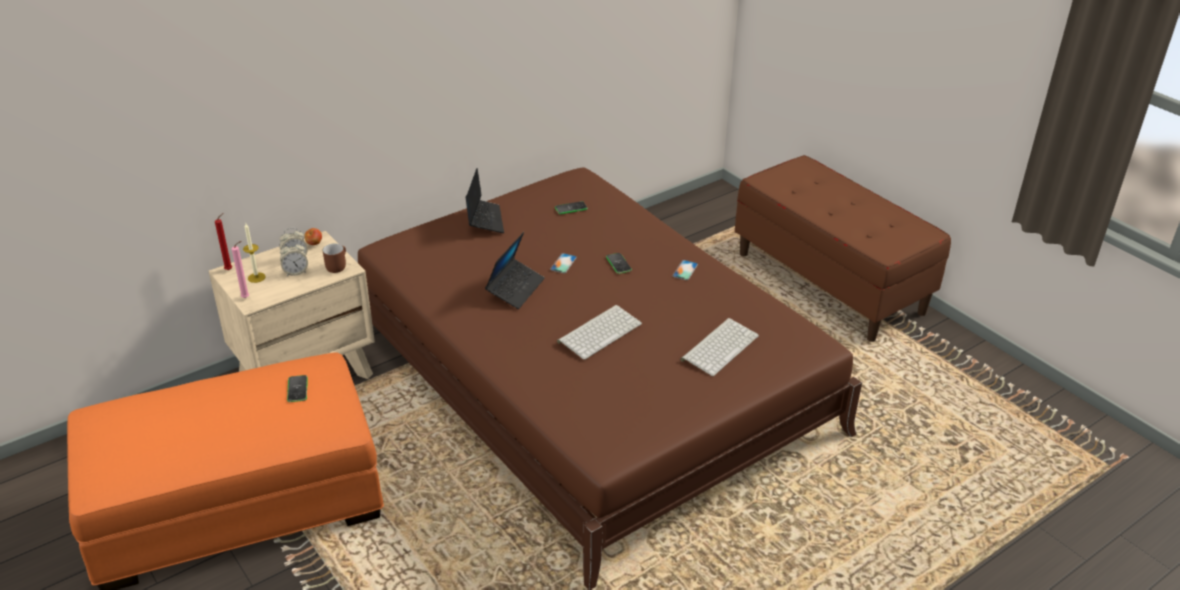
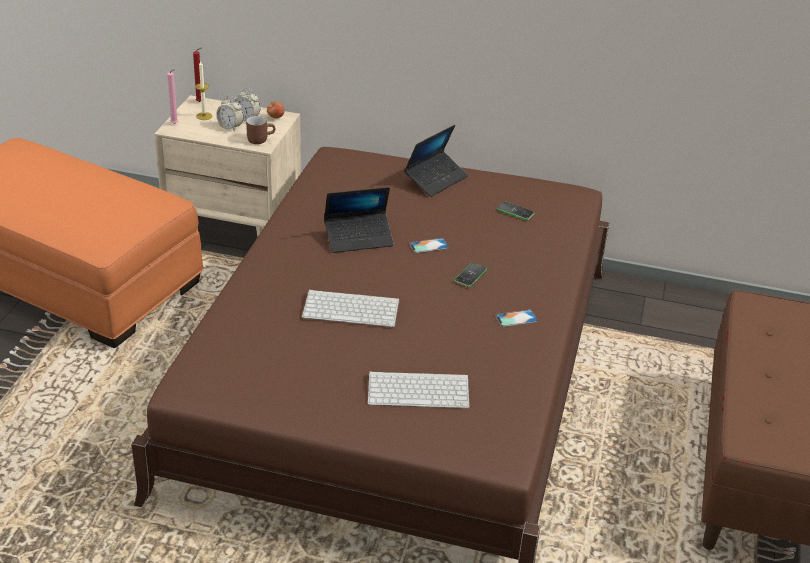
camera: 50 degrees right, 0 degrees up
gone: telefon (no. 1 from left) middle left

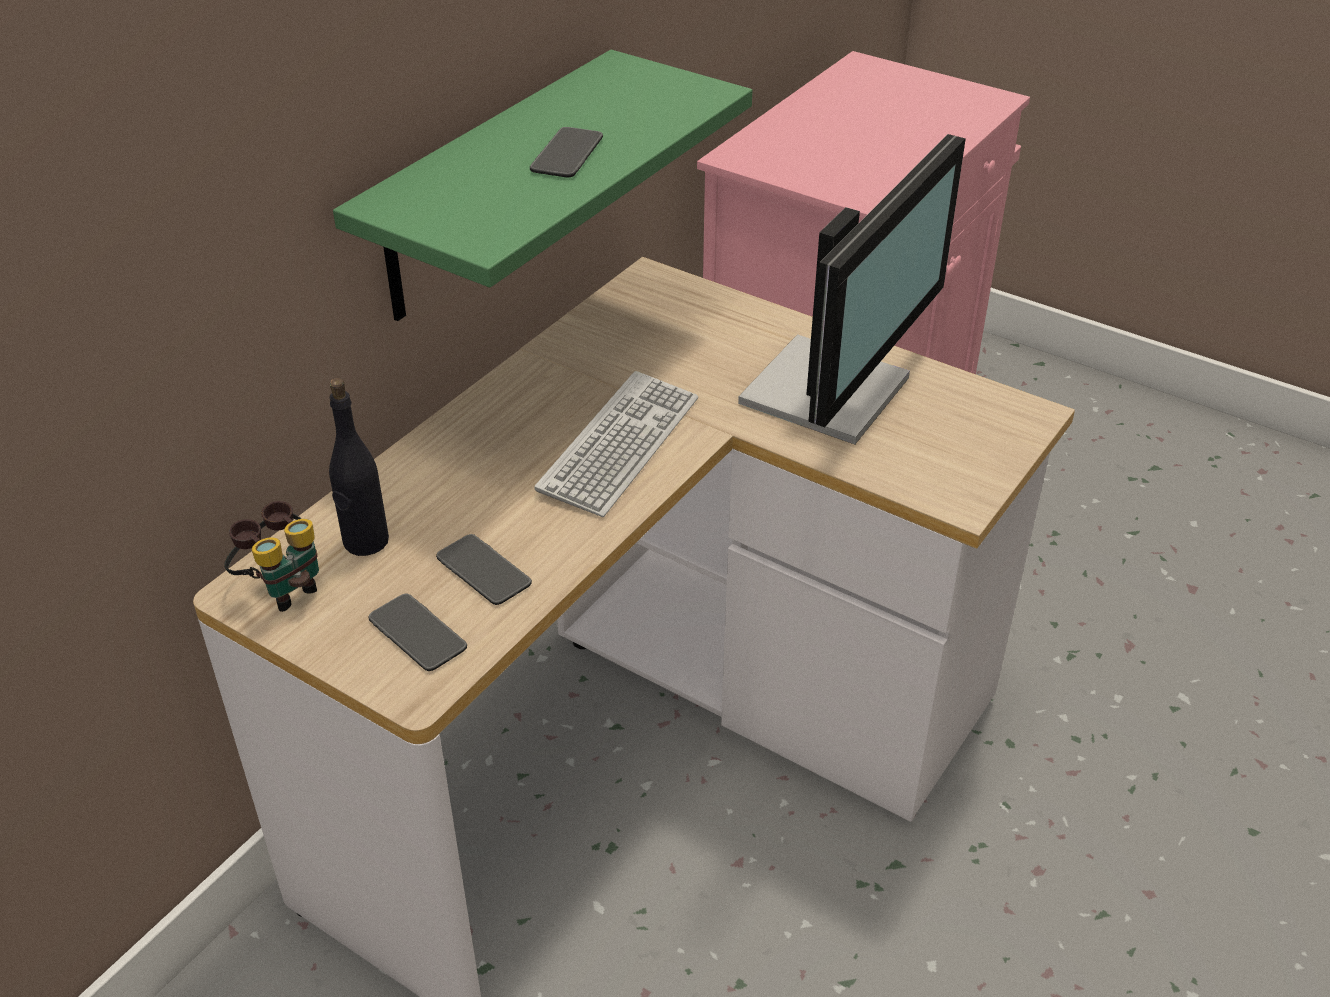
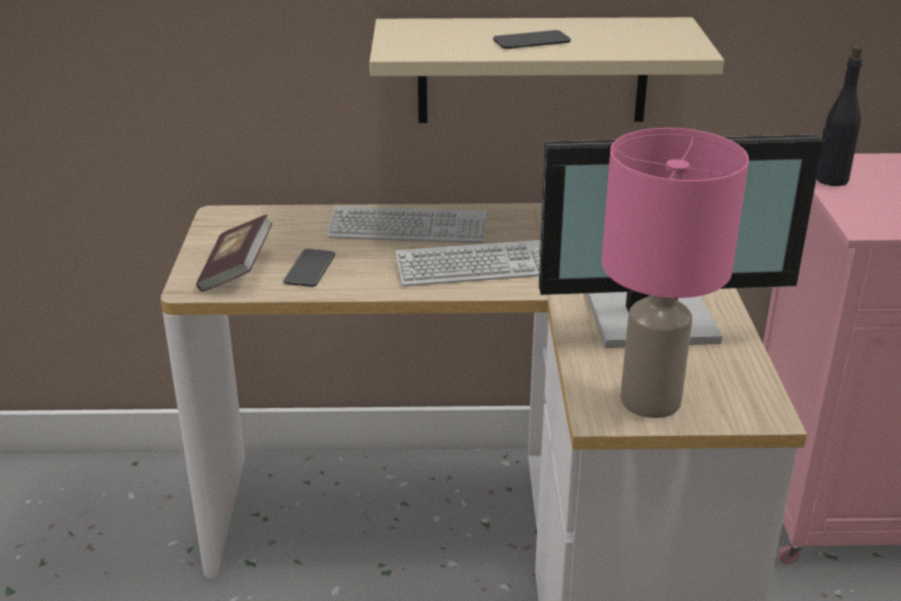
camera: 55 degrees right, 10 degrees down
gone: lornetka middle left
new: lampa stołowa (różowy) middle right; klawiatura (no. 1 from left) centre
shifted: butelka (czarny) middle left to top right
swapped: telefon (no. 1 from left) middle left to książka middle left
repainted: półka (zielony) top centre to półka (beżowy) top centre

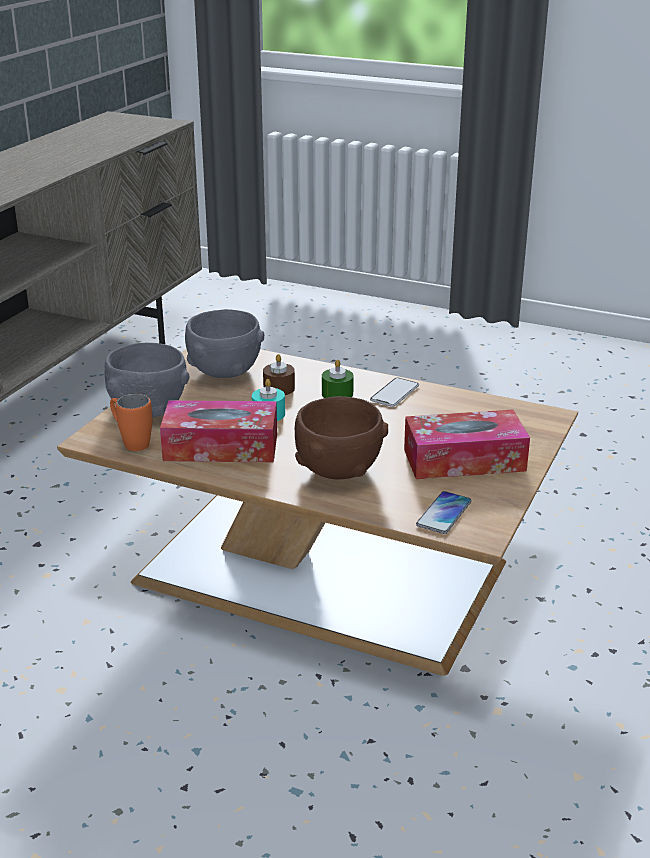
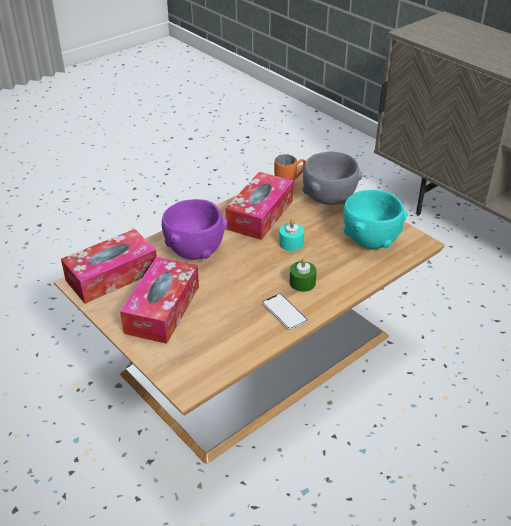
camera: 115 degrees right, 10 degrees up
gone: świeca (brązowy) centre
swapped: telefon (no. 2 from left) middle right to pudełko chusteczek (no. 1 from left) middle left
repainted: miska (szary) (no. 2 from left) centre to miska (turkusowy) middle right; miska (brązowy) centre to miska (fioletowy) centre

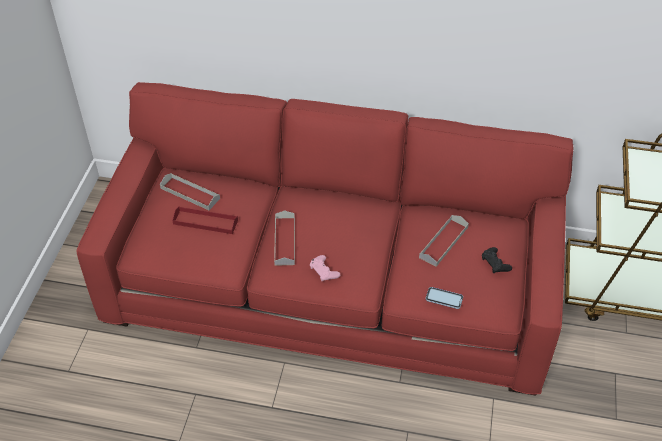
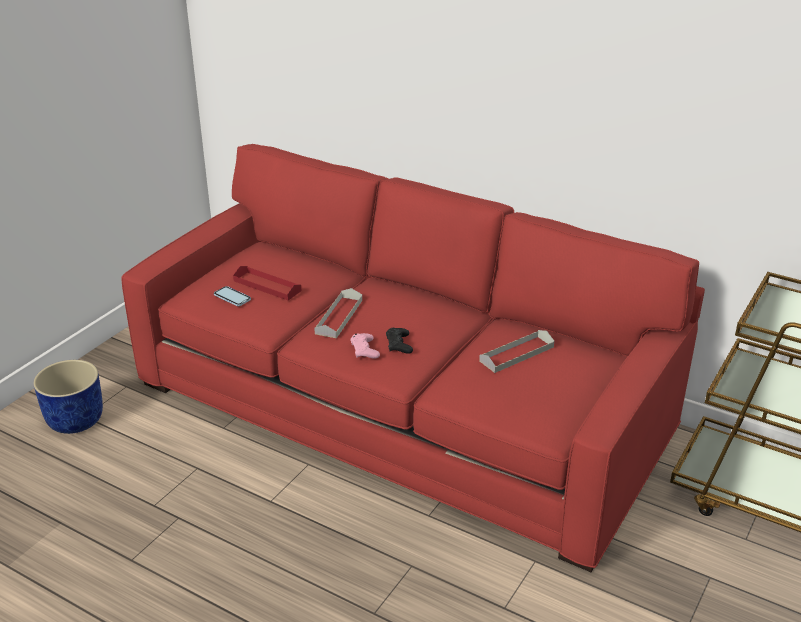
camera: 20 degrees right, 15 degrees down
gone: taca (szary) (no. 1 from left) middle left
new: donica (niebieski) middle left
shifted: pad do gier (czarny) middle right to centre; telefon bottom right to middle left

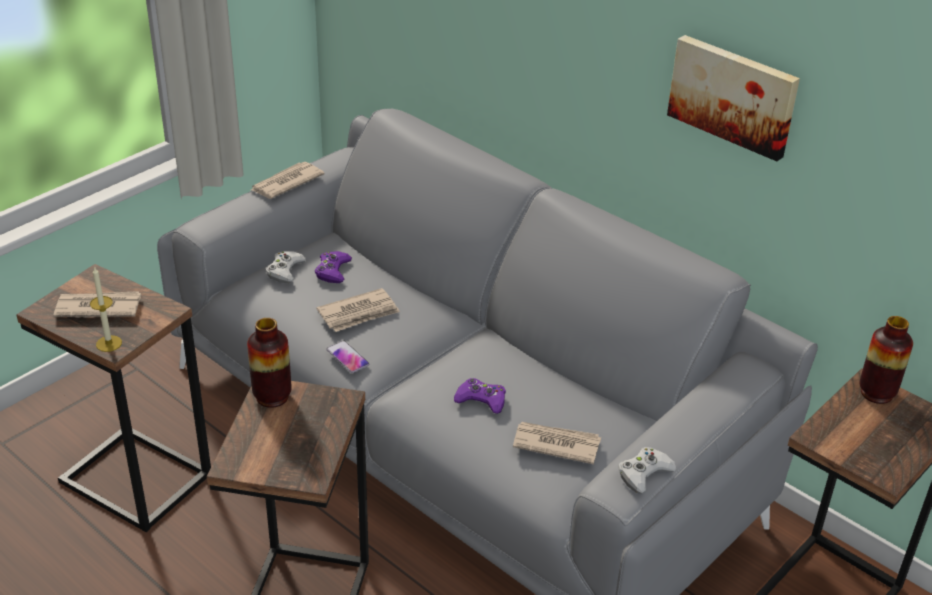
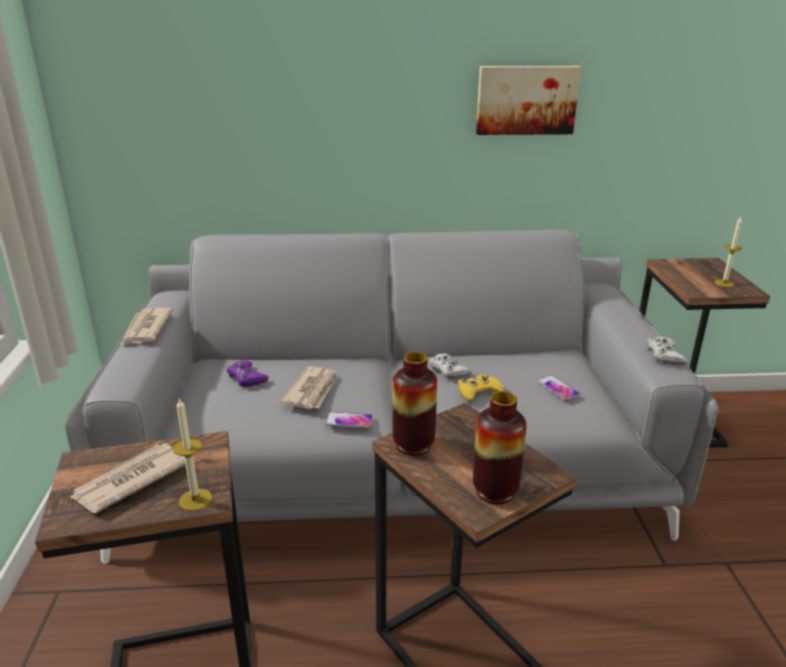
camera: 45 degrees left, 10 degrees down
new: świeca (no. 2 from left) middle right
shifted: pad do gier (biały) (no. 1 from left) middle left to centre; wazon (no. 2 from left) middle right to bottom centre
swapped: gazeta (no. 4 from left) bottom centre to telefon (no. 2 from left) middle right
repainted: pad do gier (fioletowy) (no. 2 from left) centre to pad do gier (żółty) centre

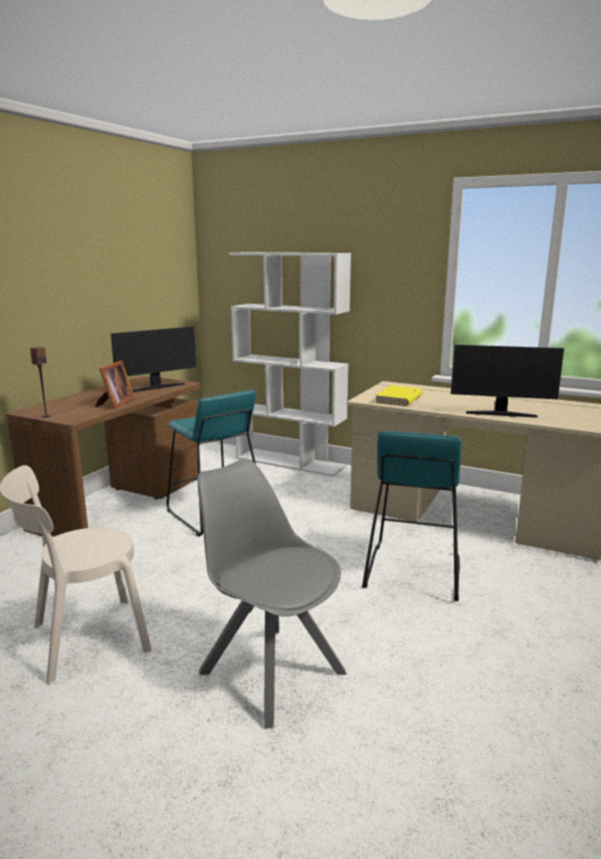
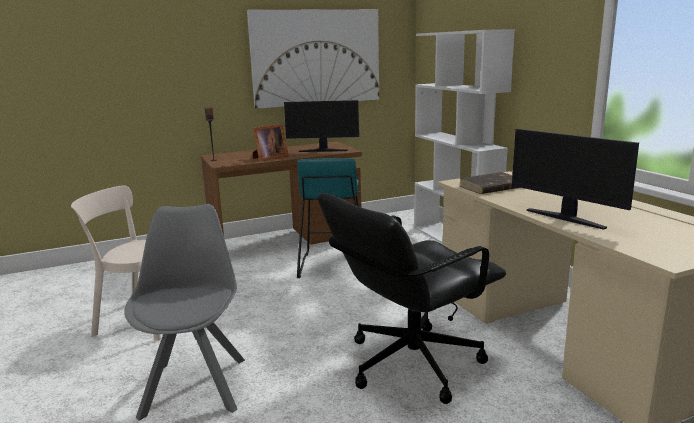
camera: 40 degrees right, 0 degrees up
new: obraz top centre
swapped: stołek (turkusowy) (no. 2 from left) middle right to krzesło biurowe (czarny) bottom centre
repainted: książka (żółty) centre to książka (brązowy) middle right

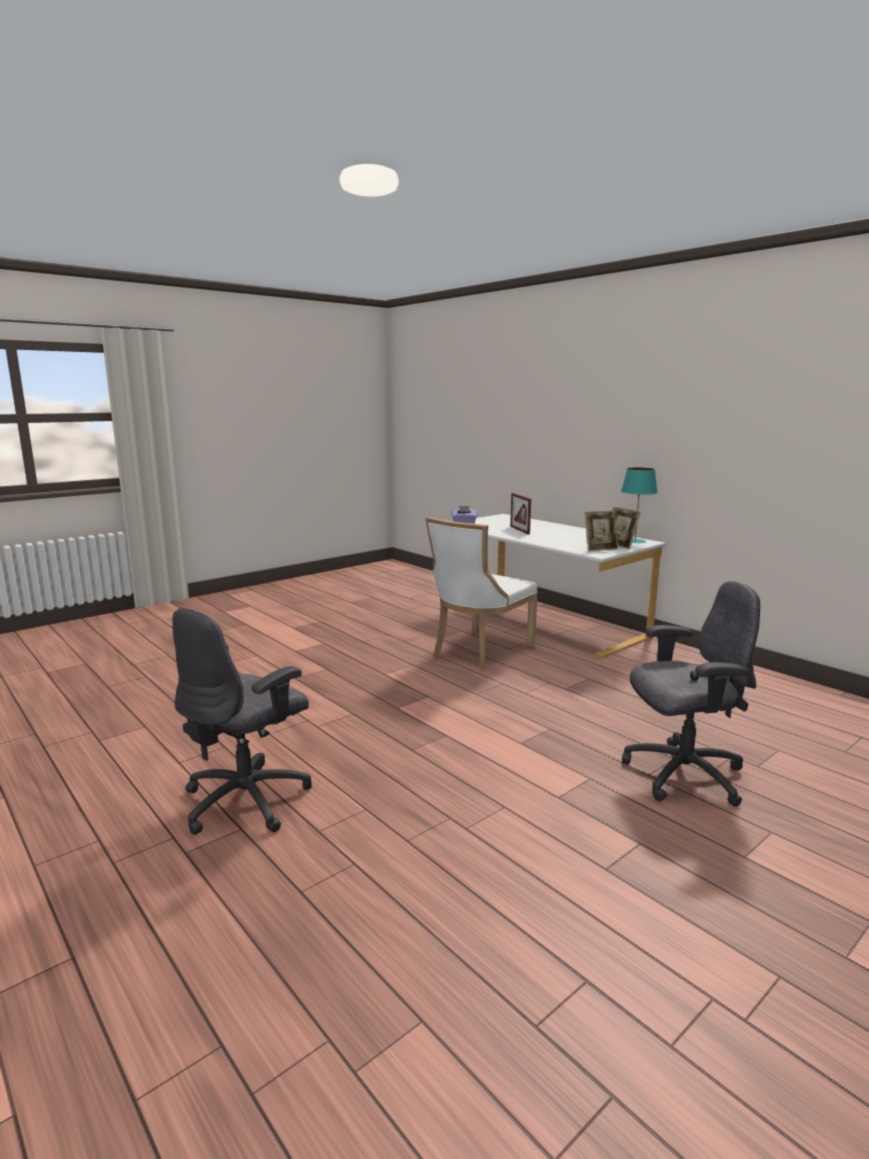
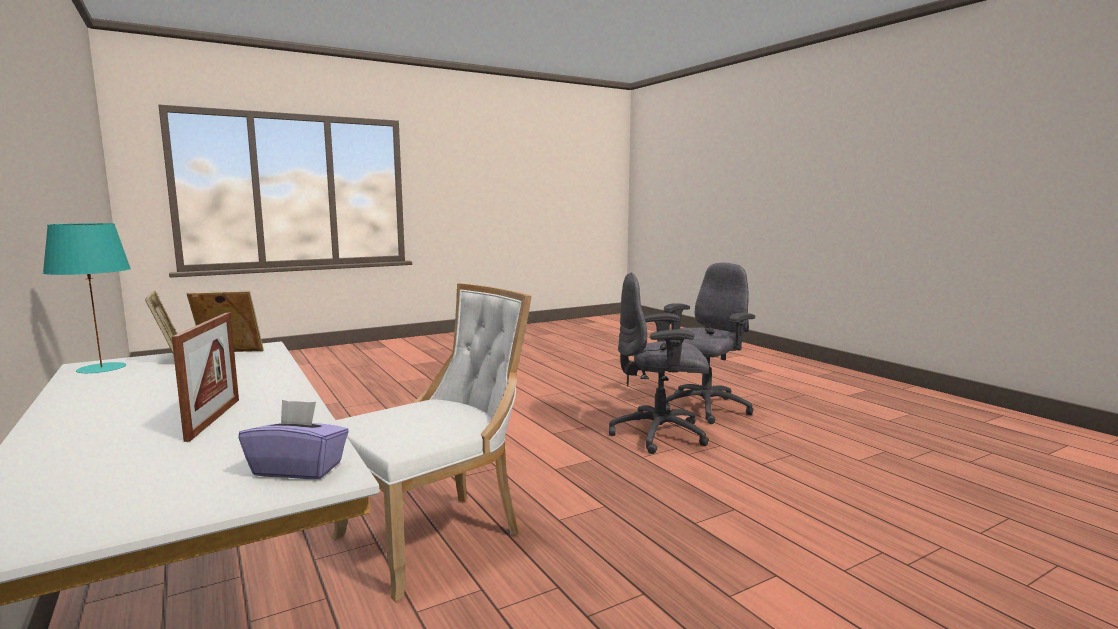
camera: 170 degrees left, 5 degrees down
shifted: krzesło biurowe (szary) (no. 2 from left in the first image) middle right to krzesło biurowe (szary) (no. 1 from left) centre

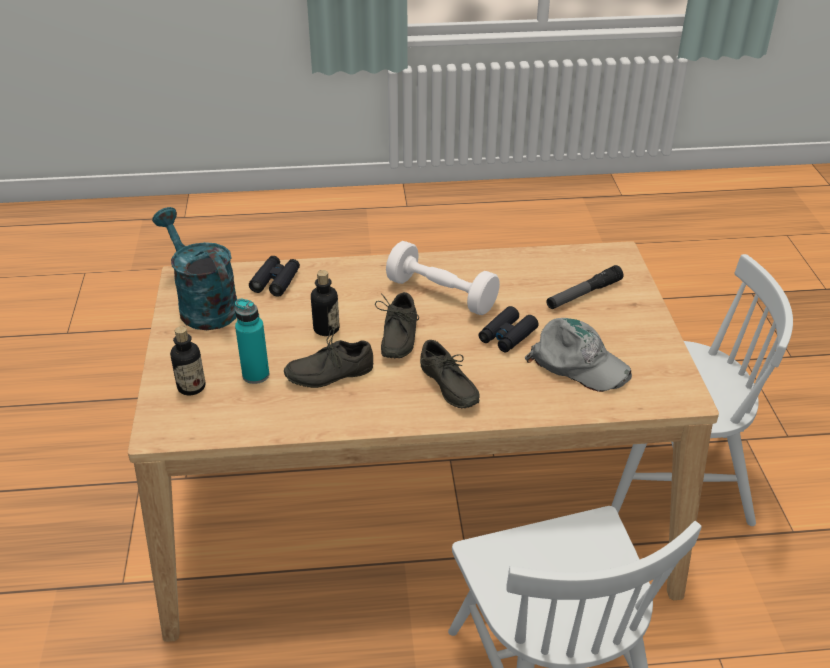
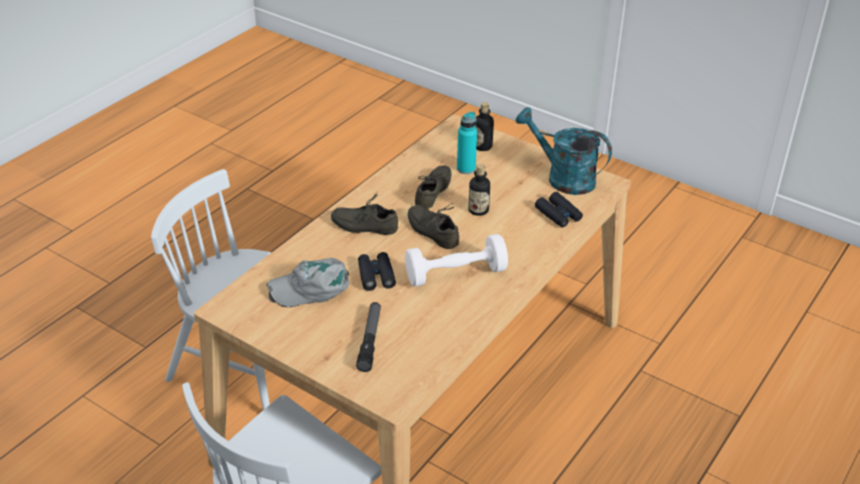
camera: 130 degrees right, 0 degrees up
rotated: konewka (turkusowy) middle left = top centre 150 degrees counterclockwise

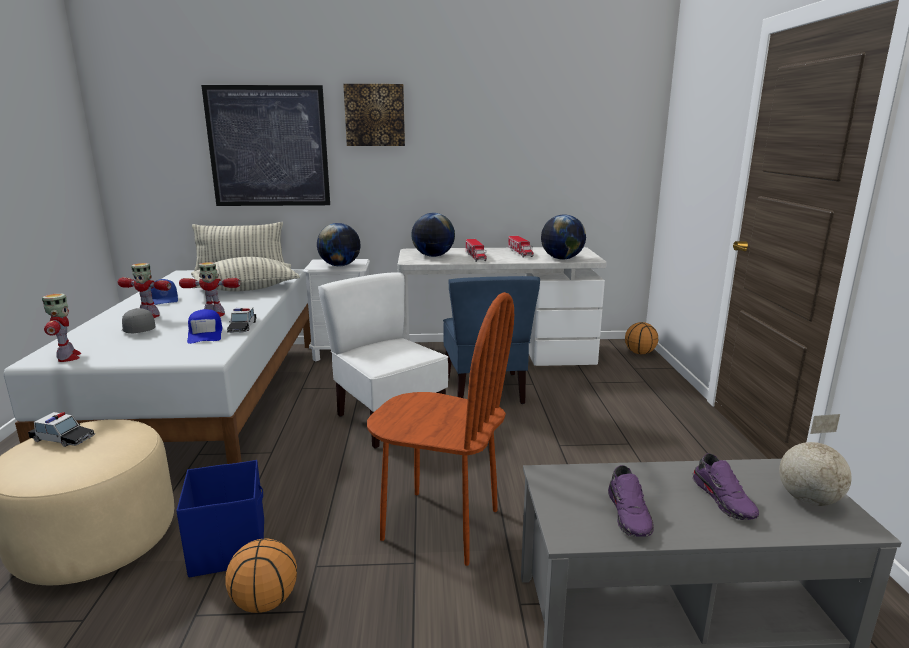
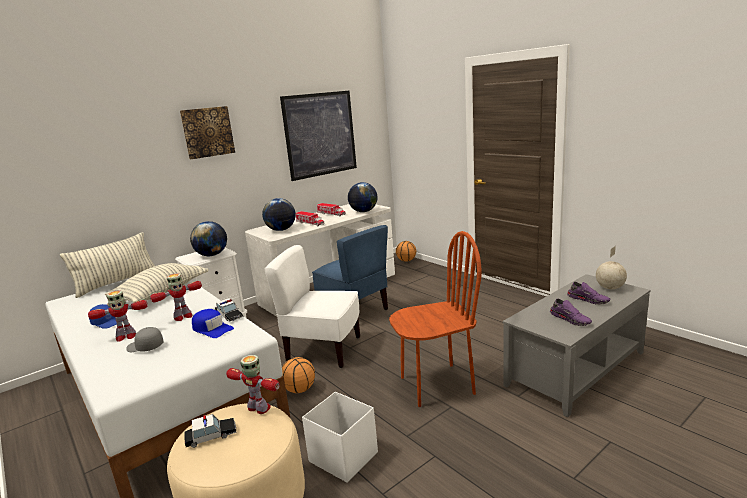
camera: 35 degrees left, 0 degrees up
shifted: obraz (no. 1 from left in the first image) top left to obraz (no. 2 from left) top centre; robot zabawkowy (no. 1 from left in the first image) middle left to robot zabawkowy (no. 3 from left) bottom centre; piłka do koszykówki (no. 1 from left) bottom left to bottom centre
repainted: pojemnik do przechowywania (niebieski) bottom left to pojemnik do przechowywania (biały) bottom centre

